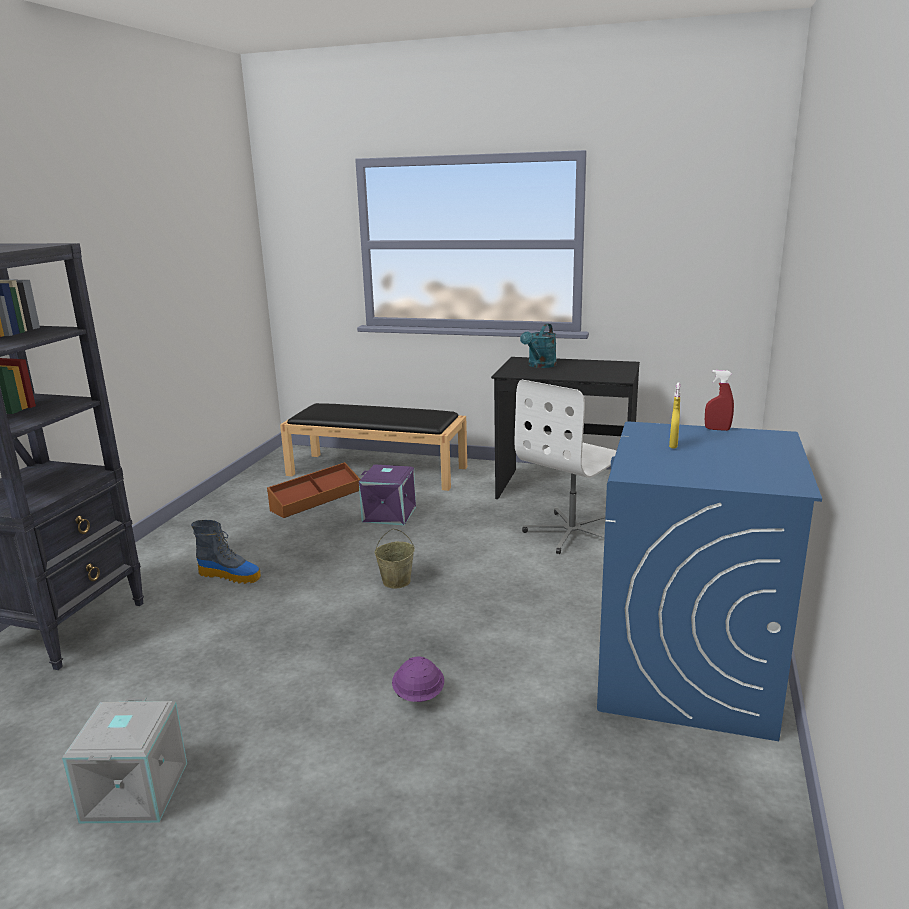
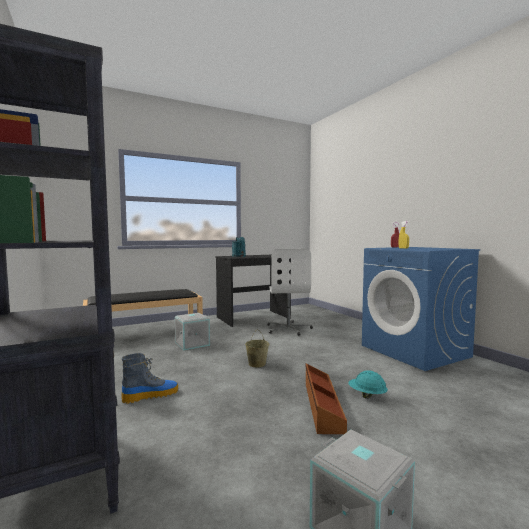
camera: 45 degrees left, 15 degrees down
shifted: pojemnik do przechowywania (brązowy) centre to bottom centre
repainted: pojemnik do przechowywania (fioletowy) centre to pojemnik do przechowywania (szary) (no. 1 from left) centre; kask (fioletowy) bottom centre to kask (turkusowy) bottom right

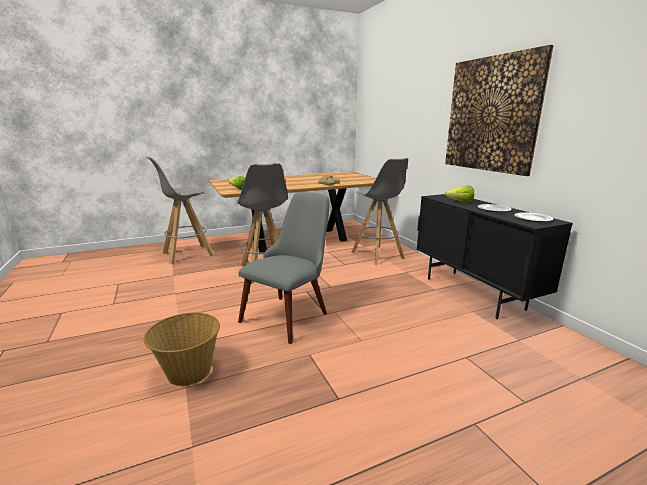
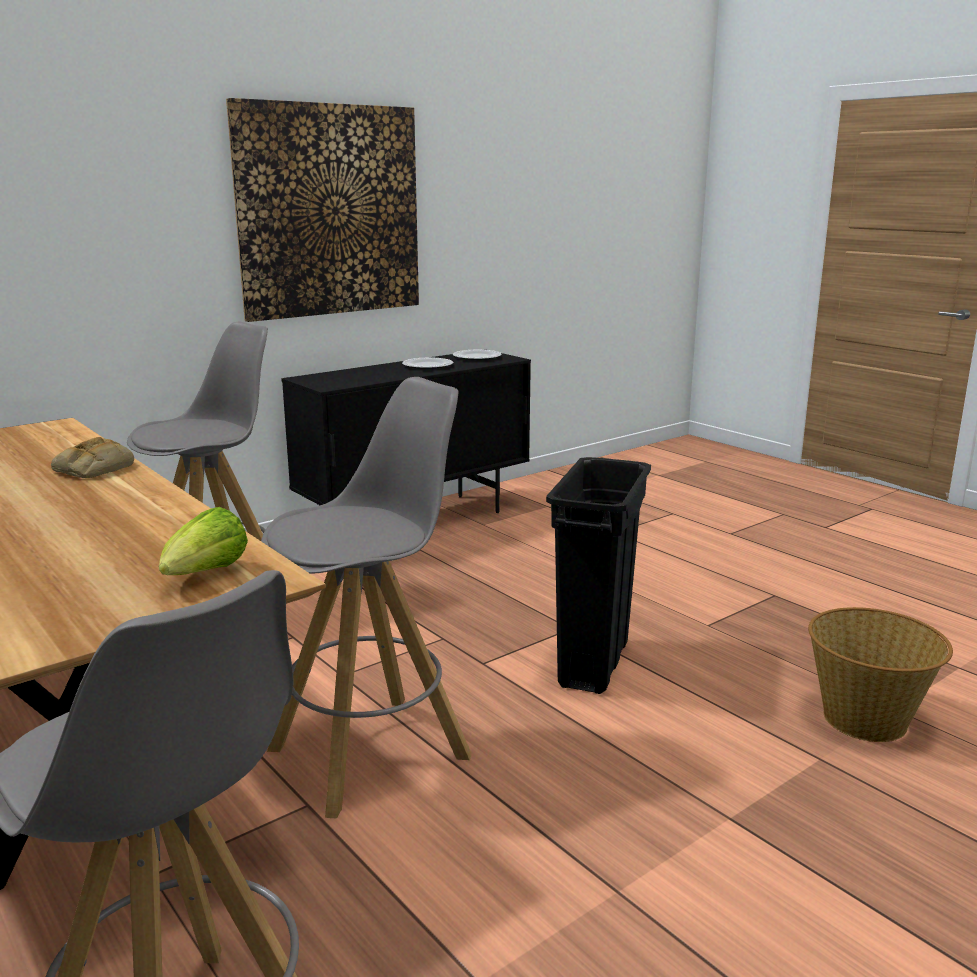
camera: 105 degrees left, 0 degrees up
gone: sałata (no. 2 from left) middle right
swapped: krzesło (szary) centre to kosz na śmieci (czarny) centre

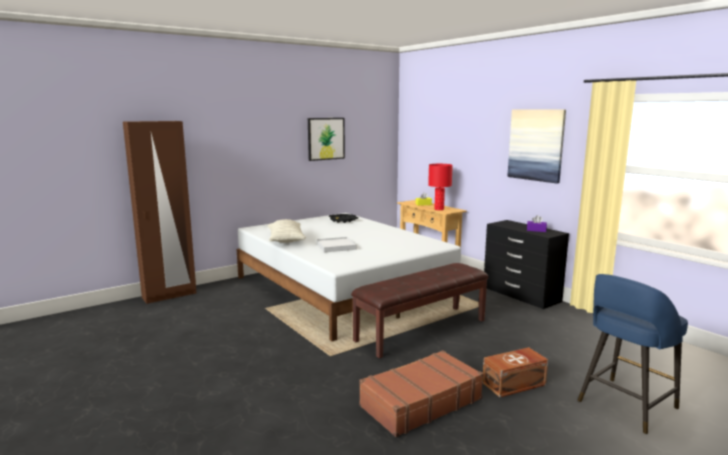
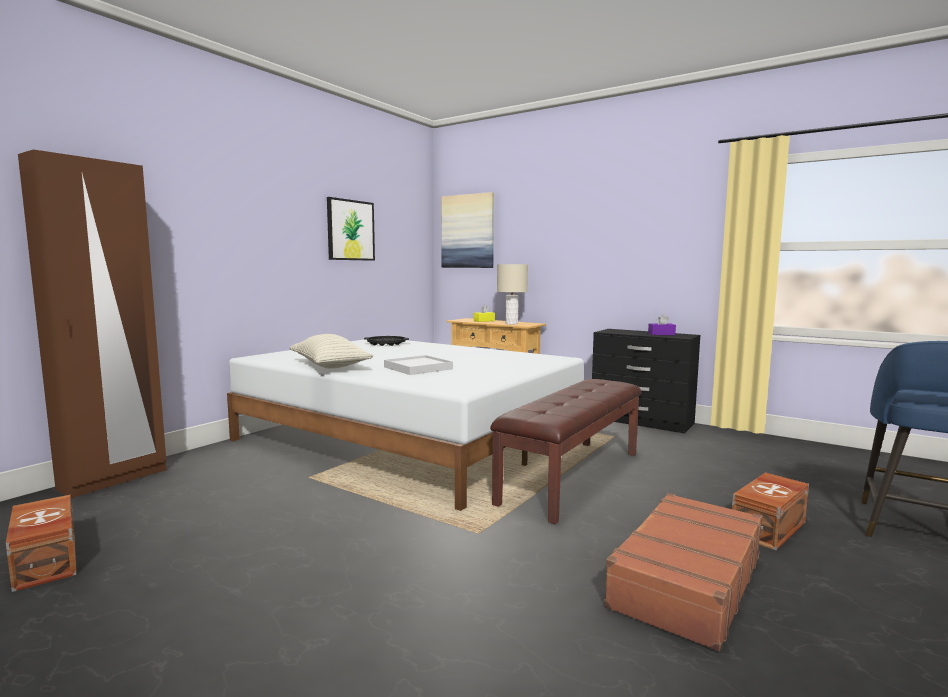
camera: 20 degrees left, 5 degrees down
new: pojemnik do przechowywania (brązowy) (no. 1 from left) bottom left
shifted: obraz (no. 2 from left) top right to top centre
repainted: lampa stołowa (czerwony) centre to lampa stołowa (beżowy) centre

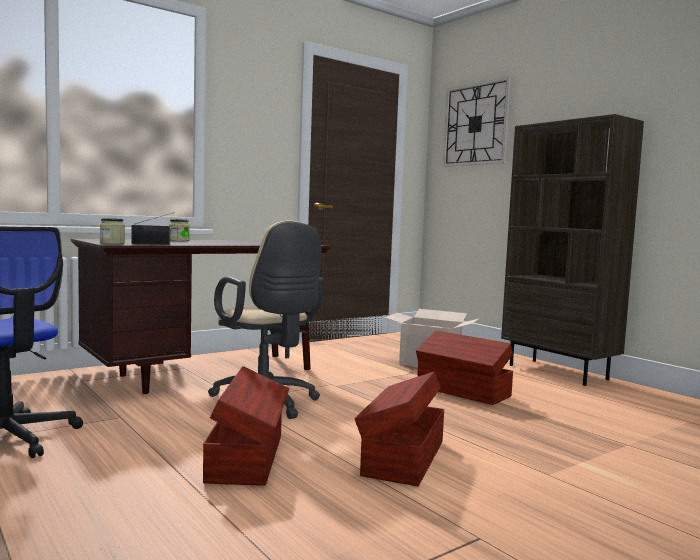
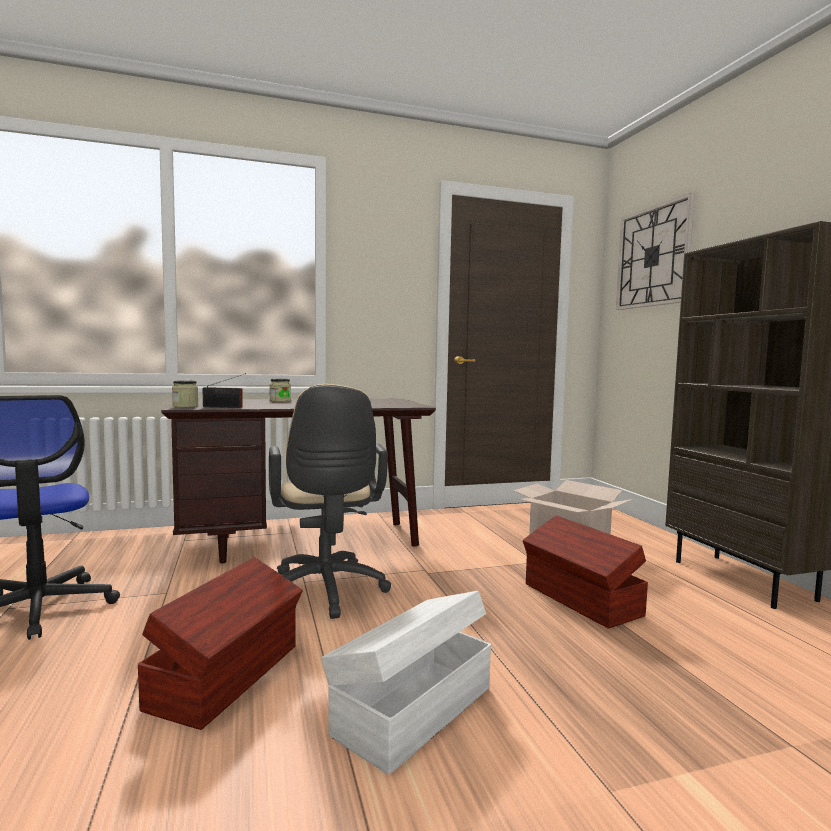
camera: 20 degrees right, 0 degrees up
repainted: pojemnik do przechowywania (brązowy) (no. 2 from left) bottom centre to pojemnik do przechowywania (biały) bottom centre

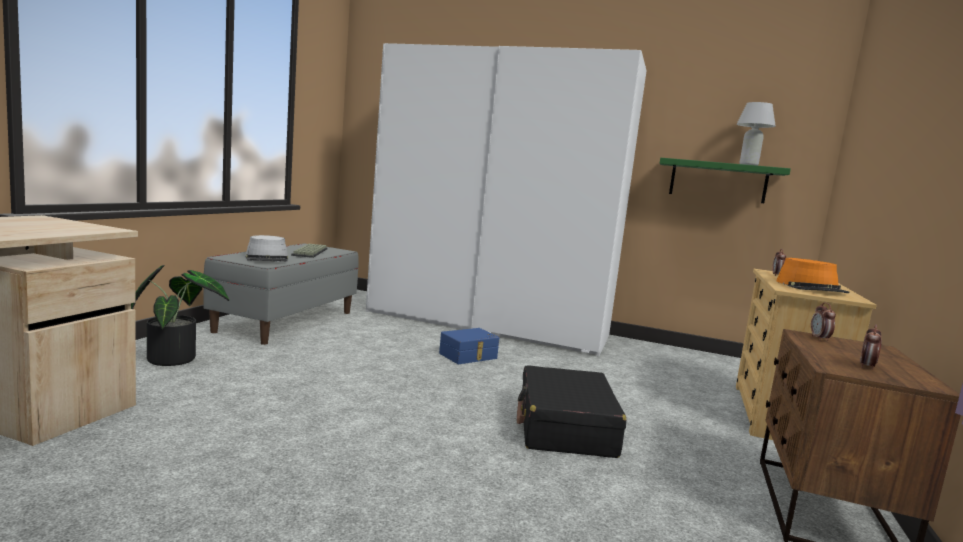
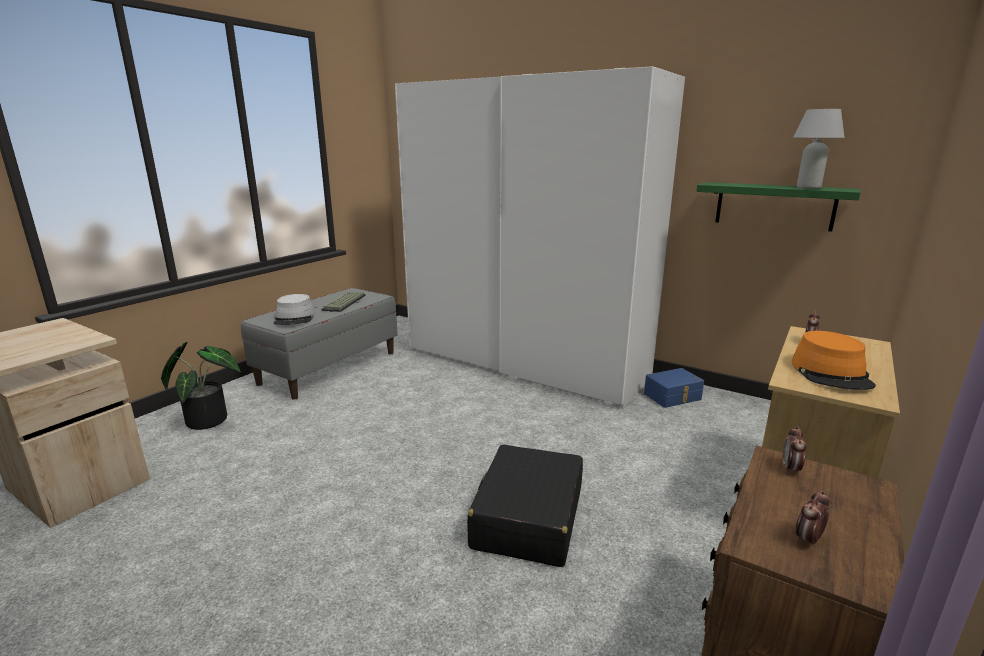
camera: 15 degrees right, 10 degrees up
shifted: pojemnik do przechowywania (niebieski) centre to middle right

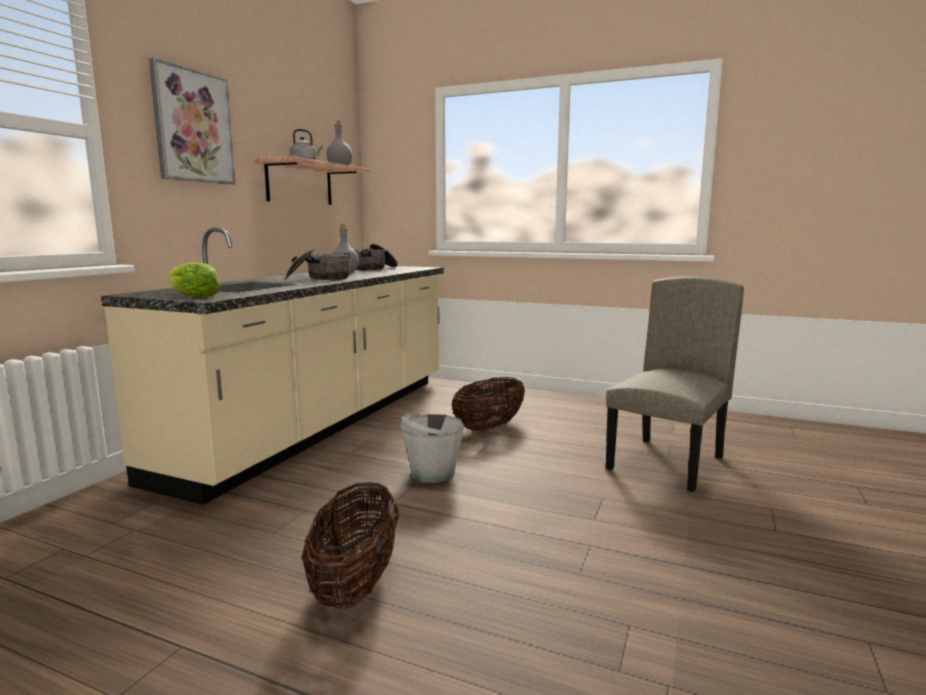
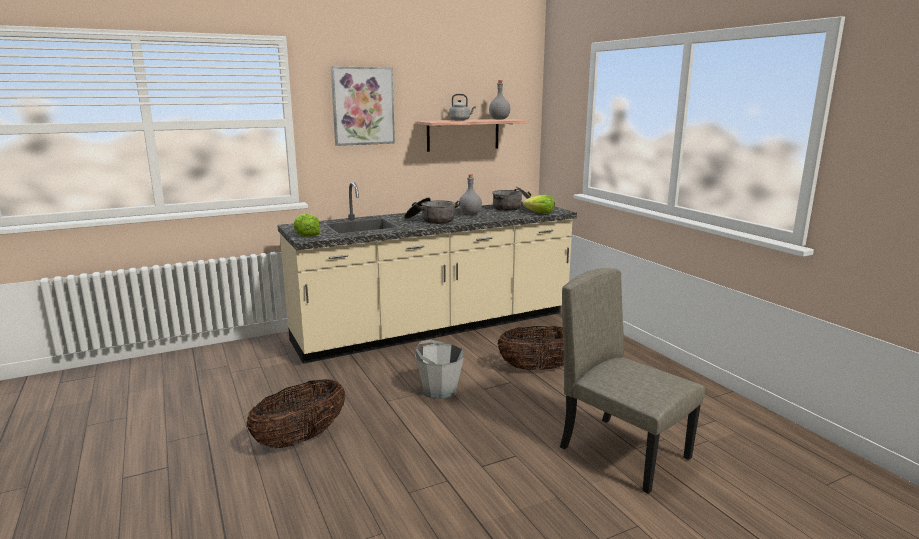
camera: 40 degrees right, 5 degrees up
new: sałata (no. 2 from left) centre
rotated: krzesło (beżowy) middle right = bottom right 120 degrees counterclockwise

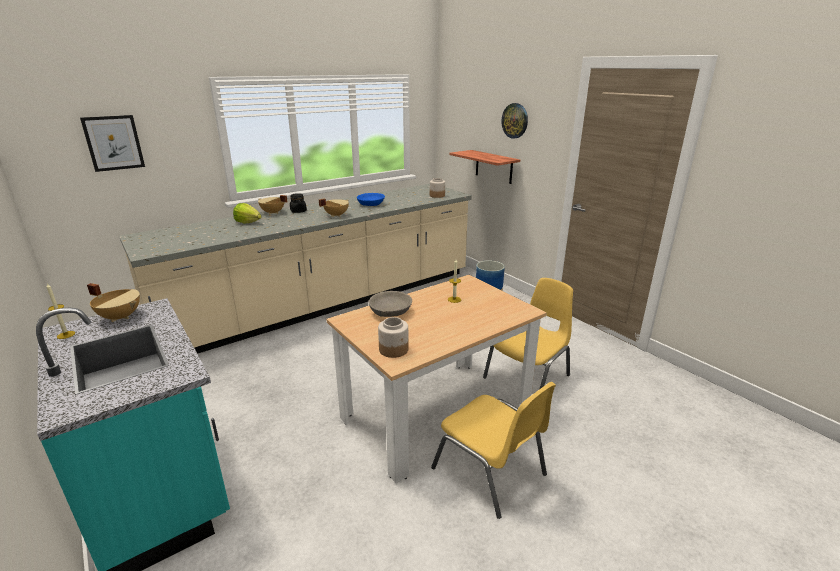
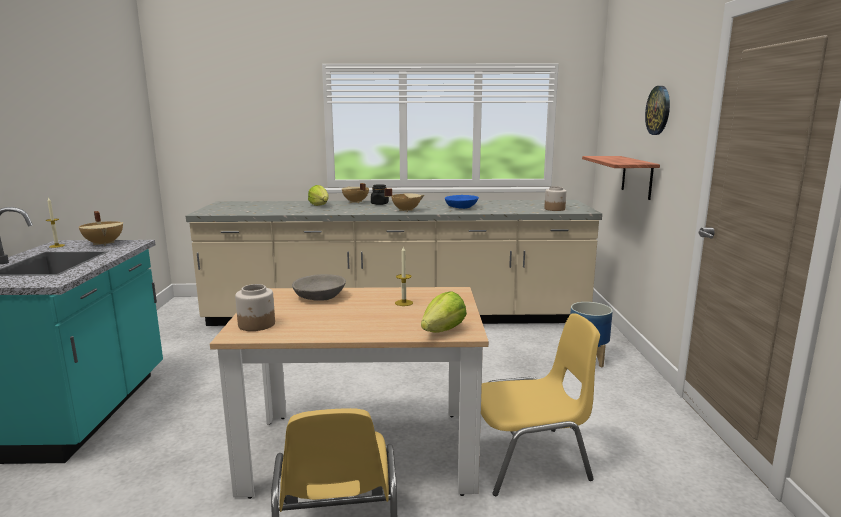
camera: 35 degrees right, 10 degrees down
gone: obraz top left
new: sałata (no. 2 from left) centre

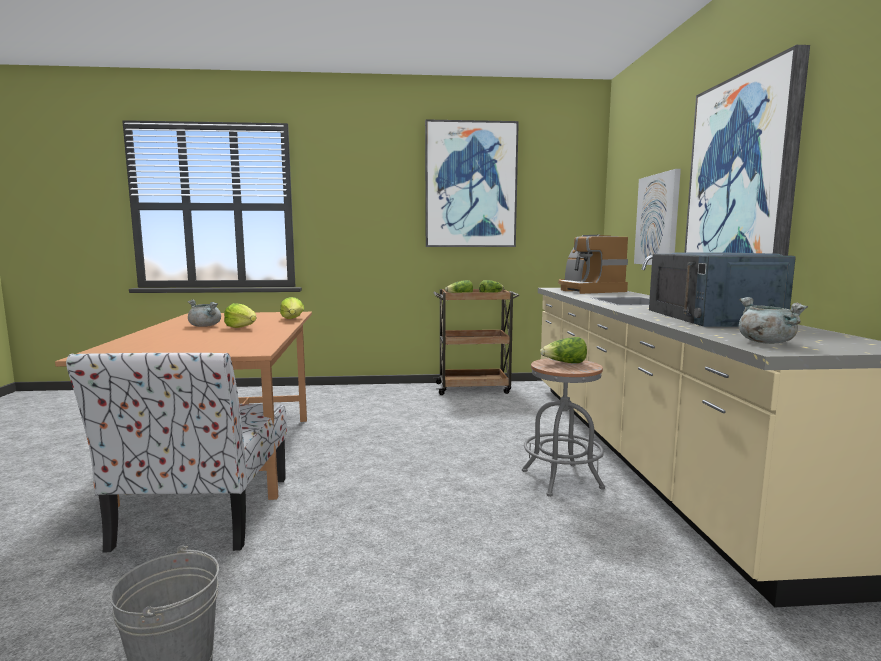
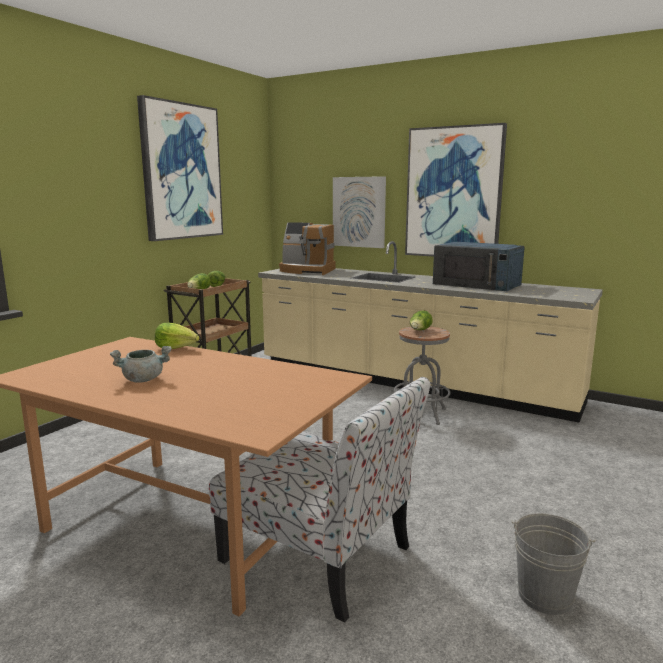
camera: 55 degrees left, 5 degrees up
gone: garnek (szary) (no. 2 from left) middle right; sałata (no. 1 from left) middle left

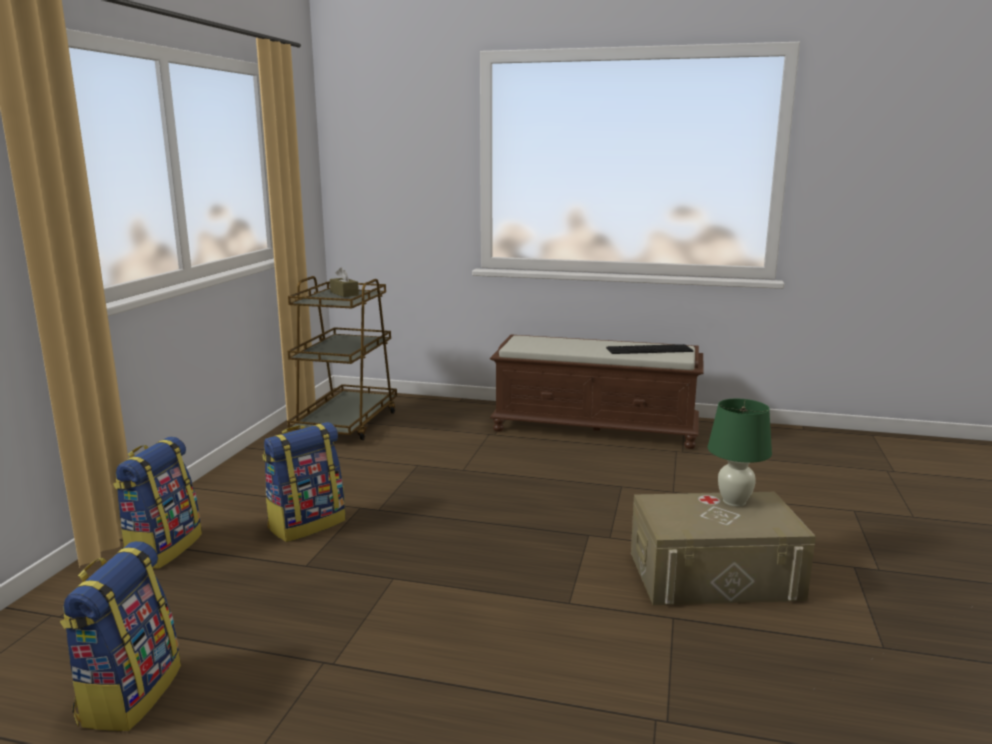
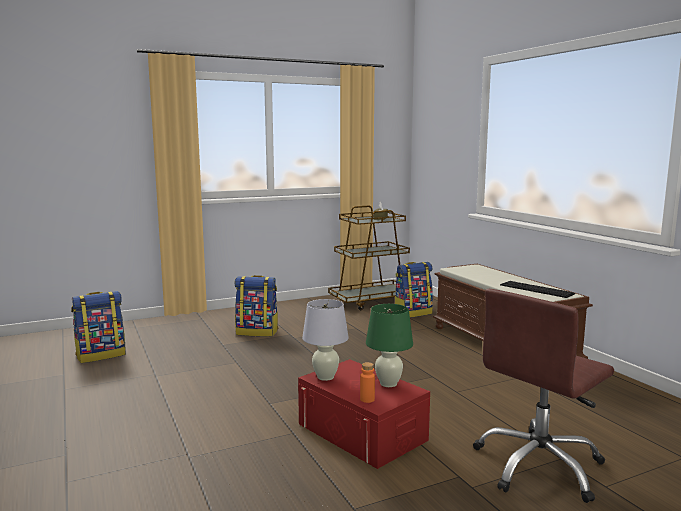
camera: 50 degrees right, 5 degrees down
new: krzesło biurowe (brązowy) bottom right; lampa stołowa (biały) centre; butelka (pomarańczowy) bottom centre
shifted: plecak (no. 2 from left in the first image) bottom left to plecak (no. 3 from left) centre
repainted: pojemnik do przechowywania (beżowy) bottom right to pojemnik do przechowywania (czerwony) bottom centre

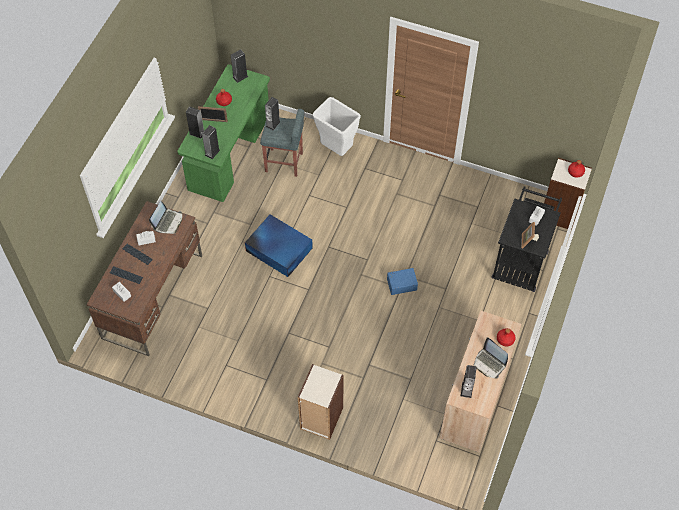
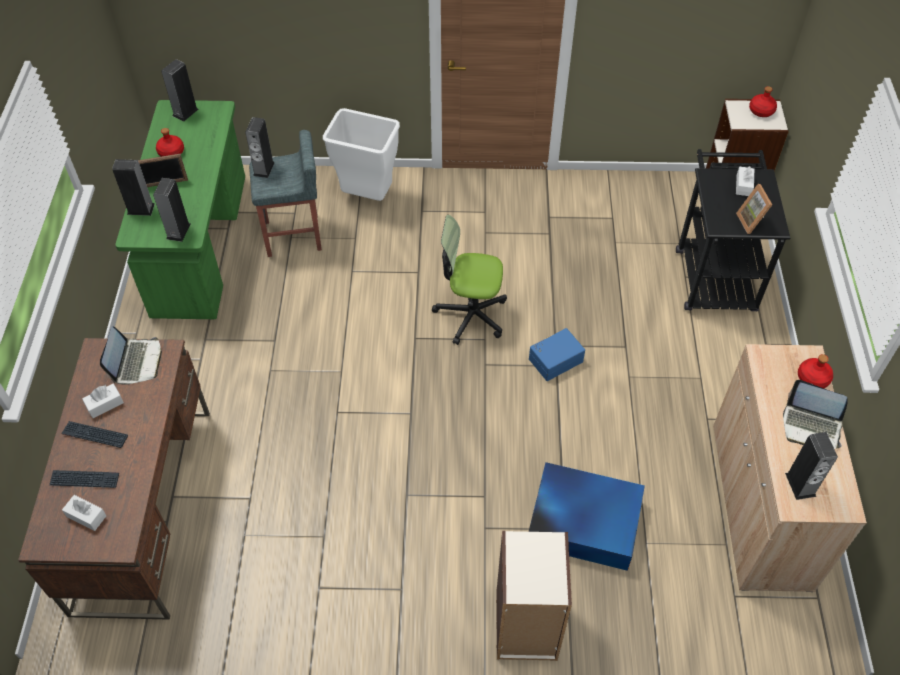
camera: 20 degrees left, 5 degrees down
new: krzesło biurowe centre
shifted: pojemnik do przechowywania (niebieski) (no. 1 from left in the first image) centre to pojemnik do przechowywania (niebieski) (no. 2 from left) bottom centre

